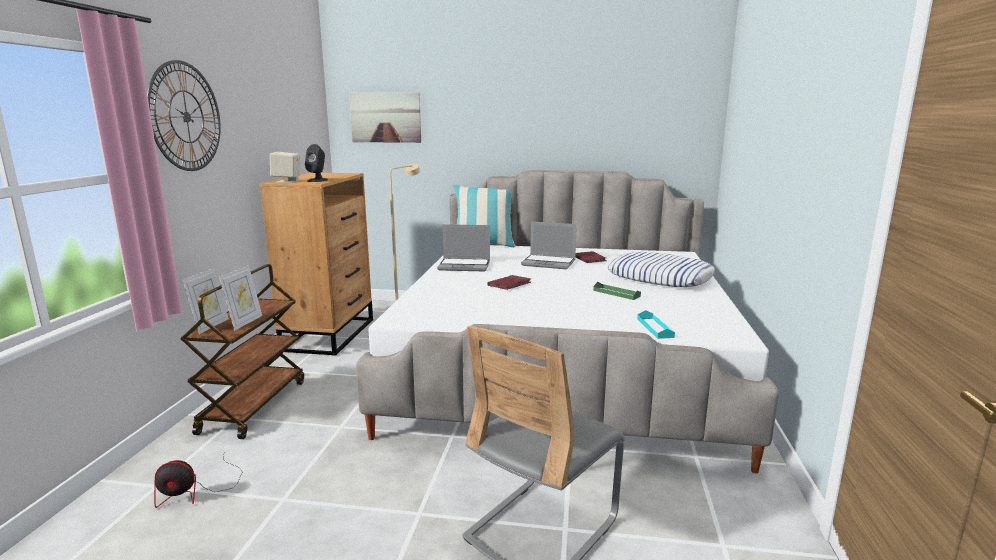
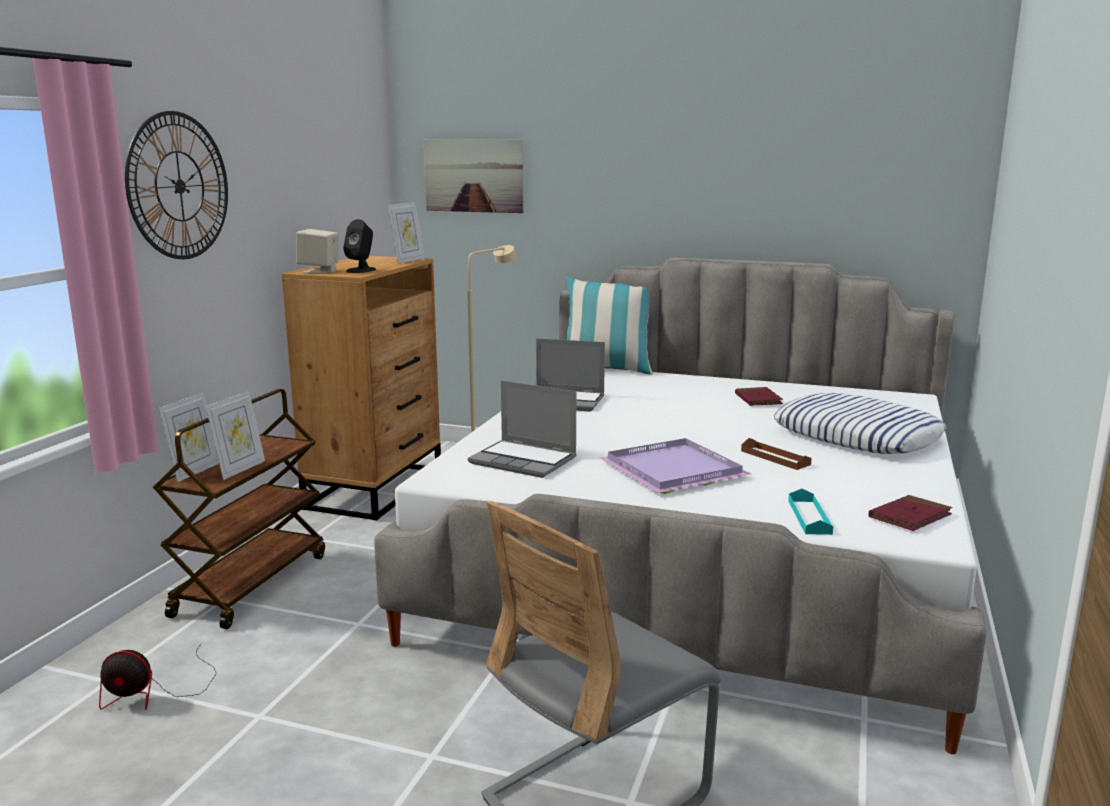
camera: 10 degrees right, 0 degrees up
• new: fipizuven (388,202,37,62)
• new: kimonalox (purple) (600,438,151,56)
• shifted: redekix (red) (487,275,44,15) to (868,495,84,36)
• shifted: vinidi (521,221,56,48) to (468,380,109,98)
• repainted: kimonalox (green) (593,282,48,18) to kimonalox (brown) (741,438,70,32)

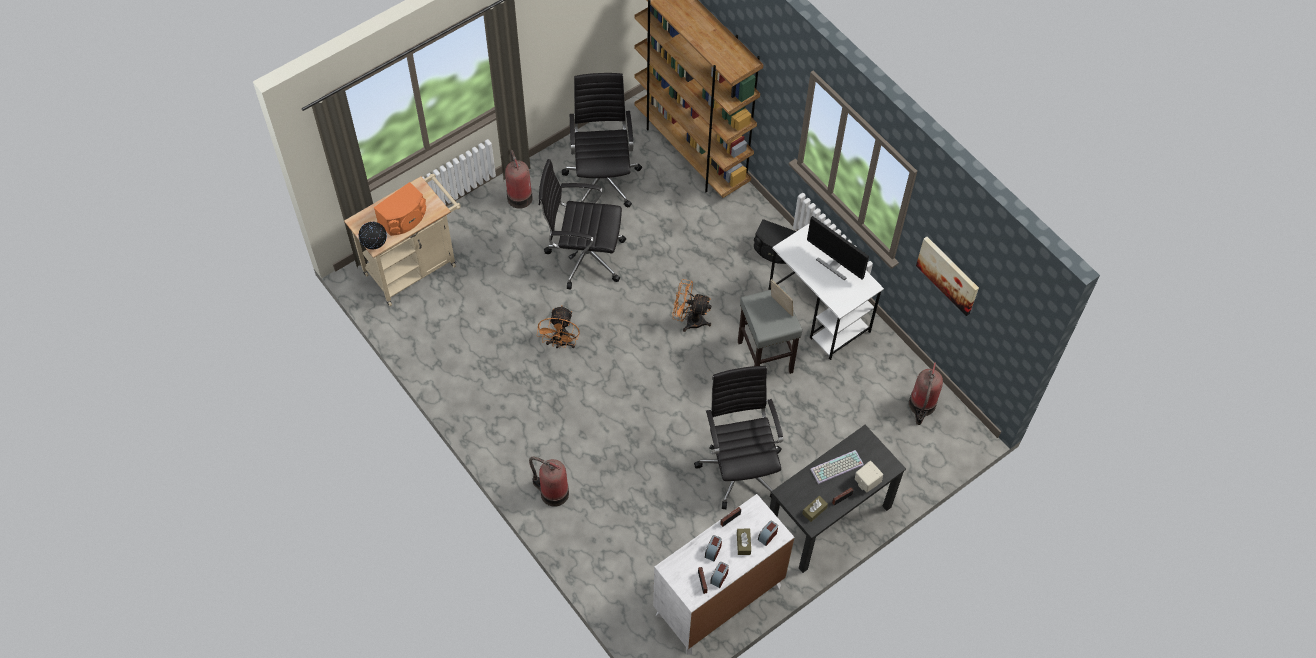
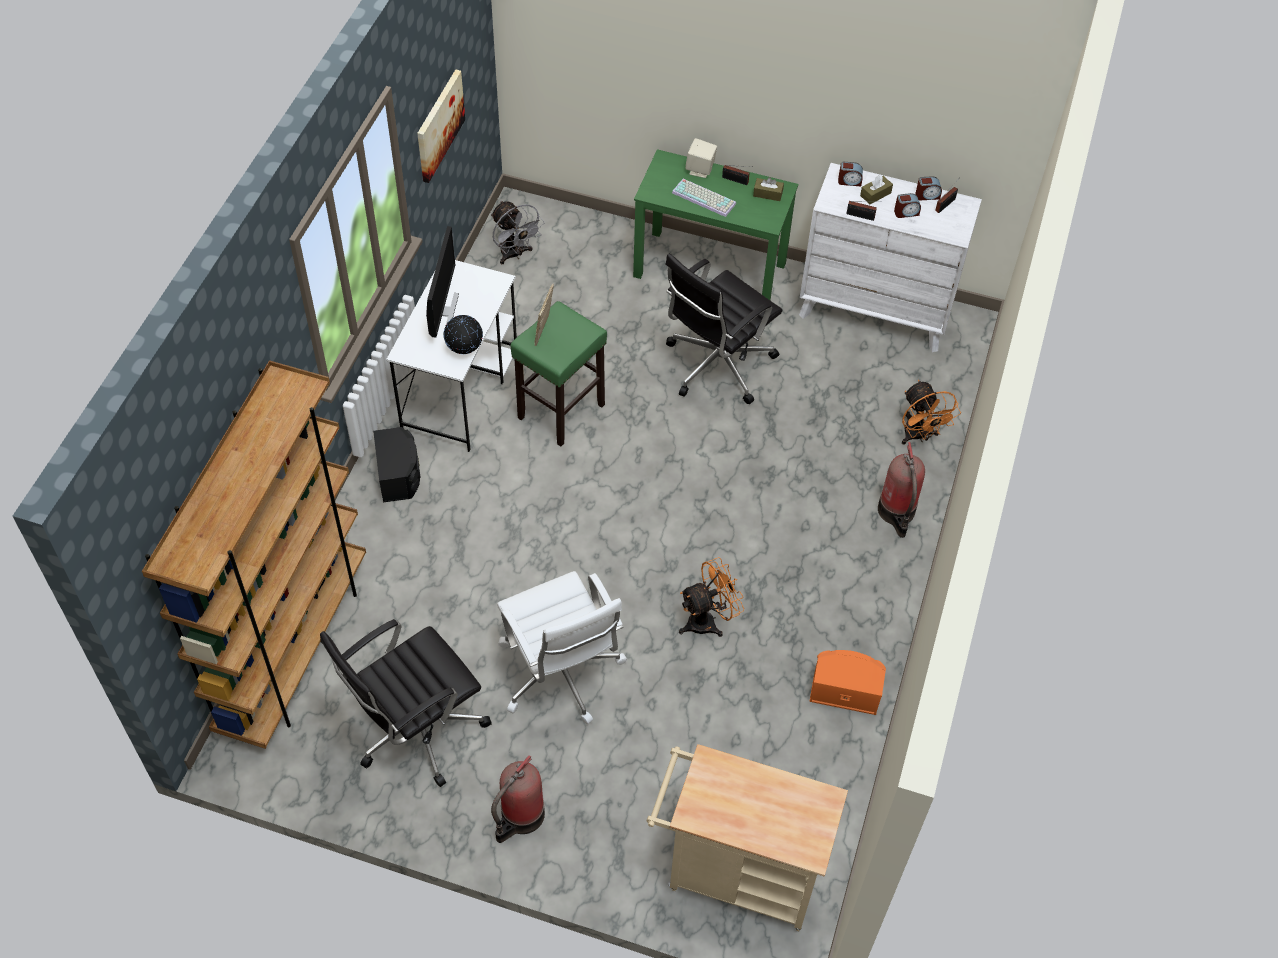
camera: 125 degrees left, 5 degrees down
• shifted: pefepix (359,222,28,27) to (443,315,40,39)
• shifted: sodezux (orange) (374,182,52,54) to (809,650,77,65)
• shifted: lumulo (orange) (672,279,40,53) to (902,380,59,65)
• swapped: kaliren (909,362,34,63) to lumulo (grey) (491,201,54,63)
• repainted: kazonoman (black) (539,159,87,130) to kazonoman (white) (497,571,130,154)
• repainted: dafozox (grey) (738,286,64,88) to dafozox (green) (511,301,96,145)
• repainted: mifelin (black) (770,425,136,148) to mifelin (green) (633,149,165,152)

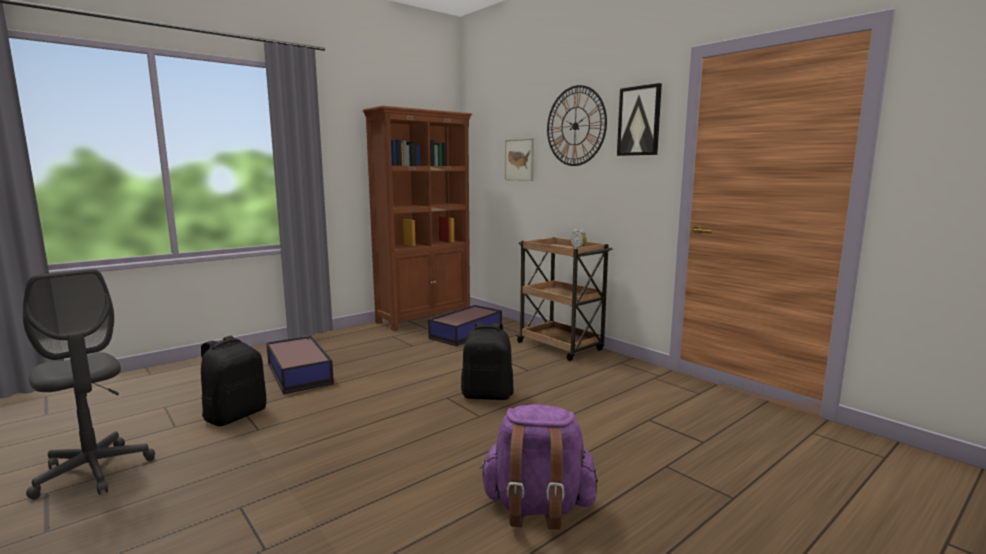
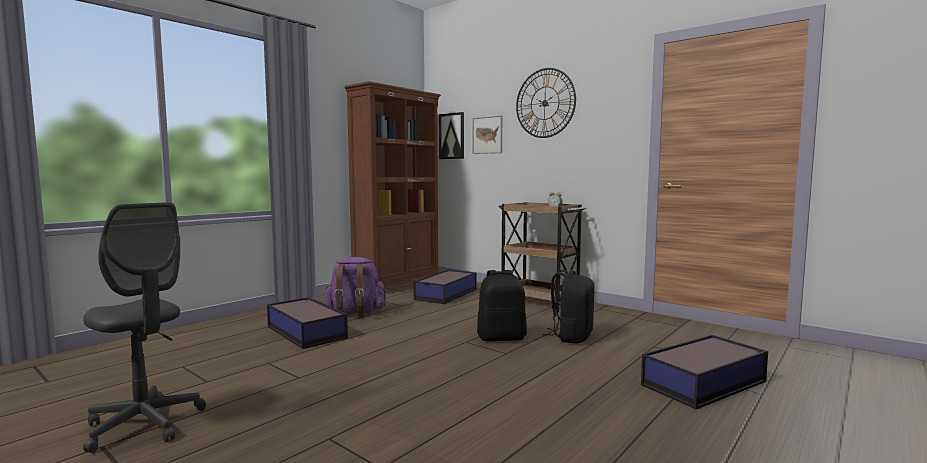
camera: 10 degrees left, 5 degrees down
• new: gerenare (641,335,127,74)
• shifted: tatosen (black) (201,336,65,90) to (542,269,52,75)
• shifted: tatosen (purple) (480,404,118,126) to (323,257,63,60)
• shifted: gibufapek (617,83,45,73) to (439,112,25,47)

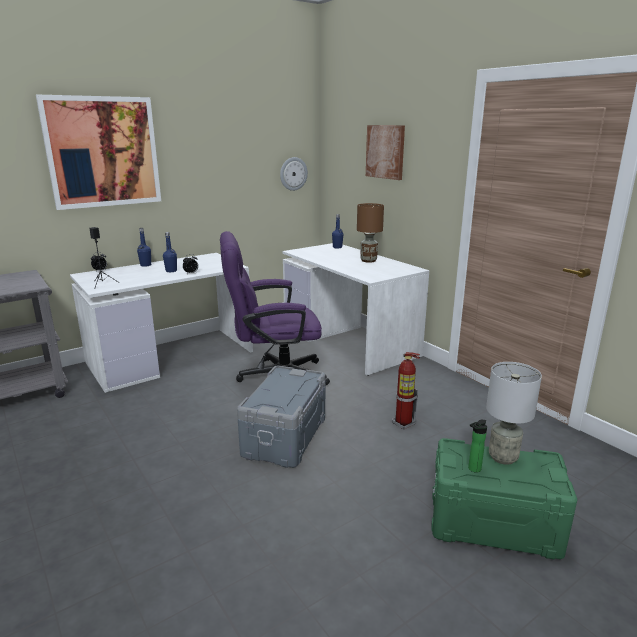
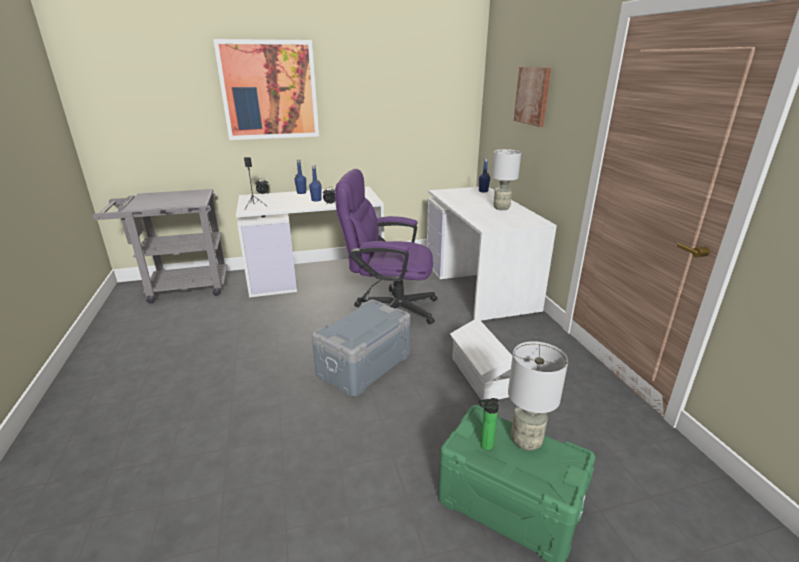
camera: 20 degrees right, 5 degrees up
• gone: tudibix (280,157,28,34)
• swapped: kaliren (392,352,28,77) to gerenare (white) (450,318,62,85)
• repainted: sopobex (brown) (357,203,27,60) to sopobex (grey) (491,149,30,61)

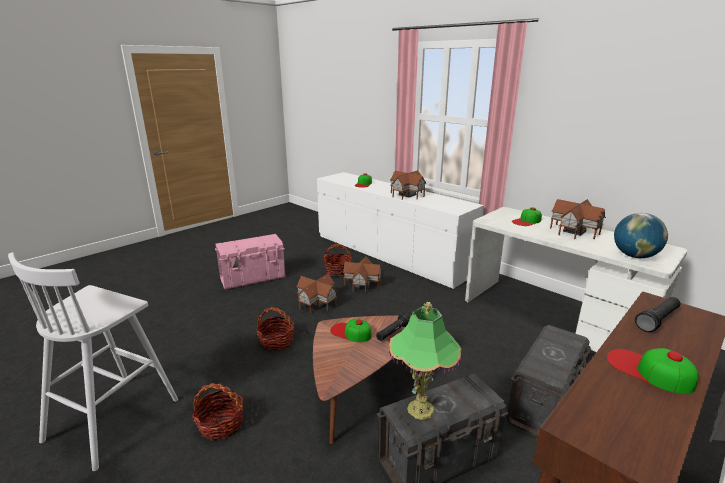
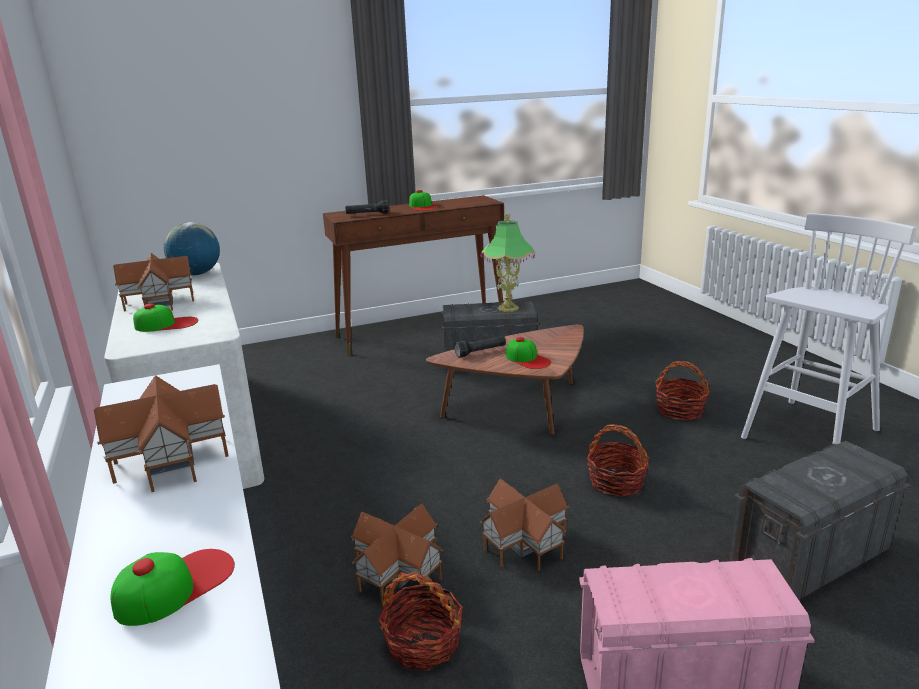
camera: 155 degrees left, 0 degrees up
• shifted: gerenare (grey) (507,325,84,112) to (729,441,181,159)

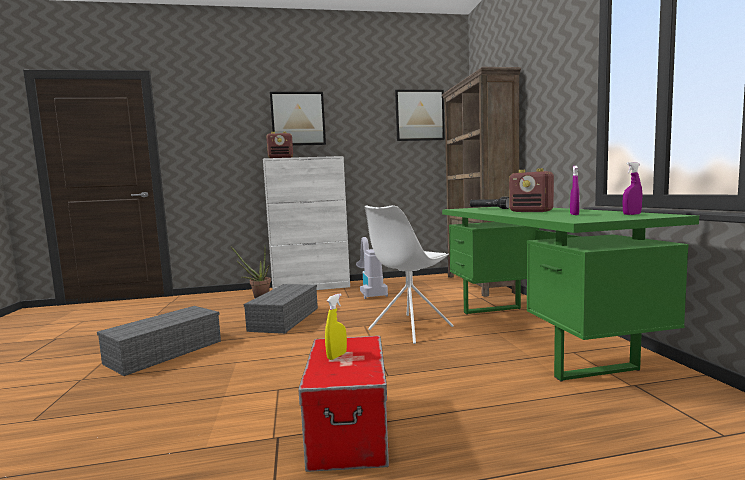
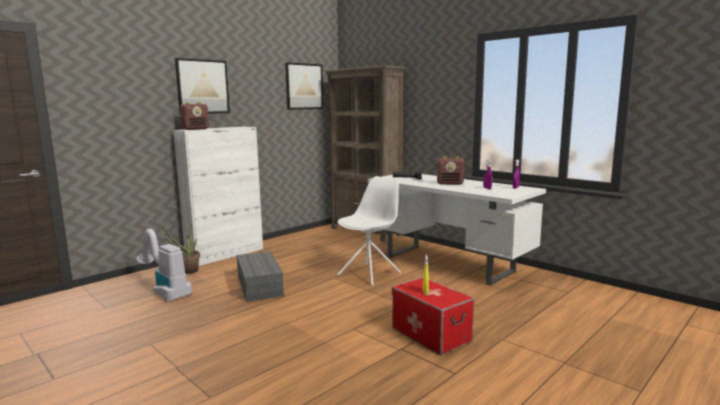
camera: 35 degrees left, 5 degrees up
• gone: gerenare (grey) (97,306,124,70)
• shifted: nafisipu (356,237,32,62) to (137,229,55,73)
• repainted: mifelin (green) (442,207,257,174) to mifelin (white) (368,174,178,112)
• rotated: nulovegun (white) (365,205,89,139) = (337,176,64,110) 150 degrees counterclockwise

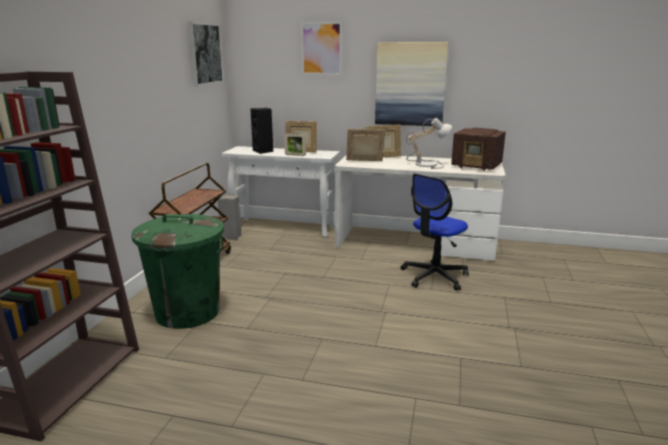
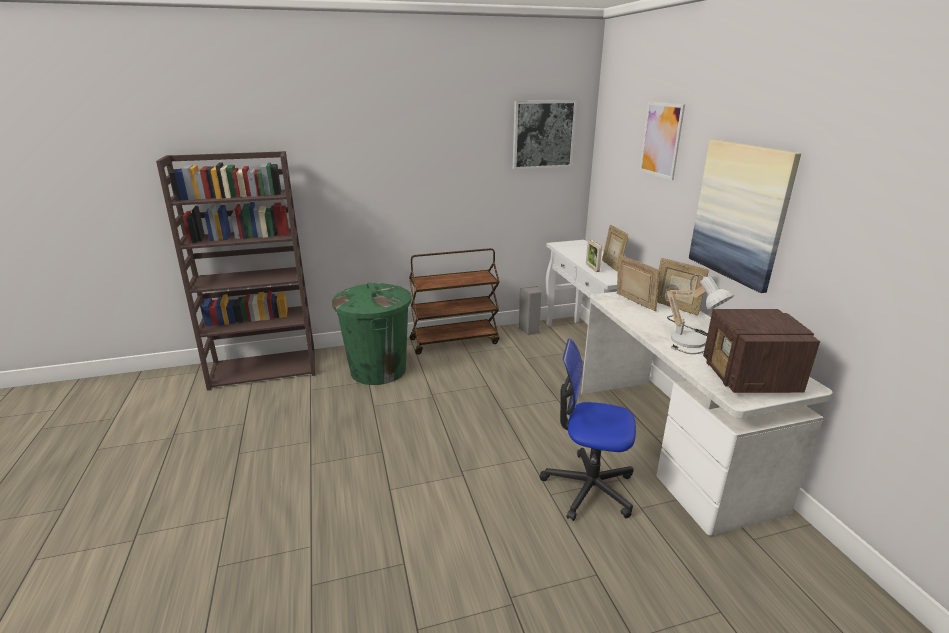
camera: 60 degrees right, 5 degrees up
• gone: sodezux (black) (250,108,23,46)

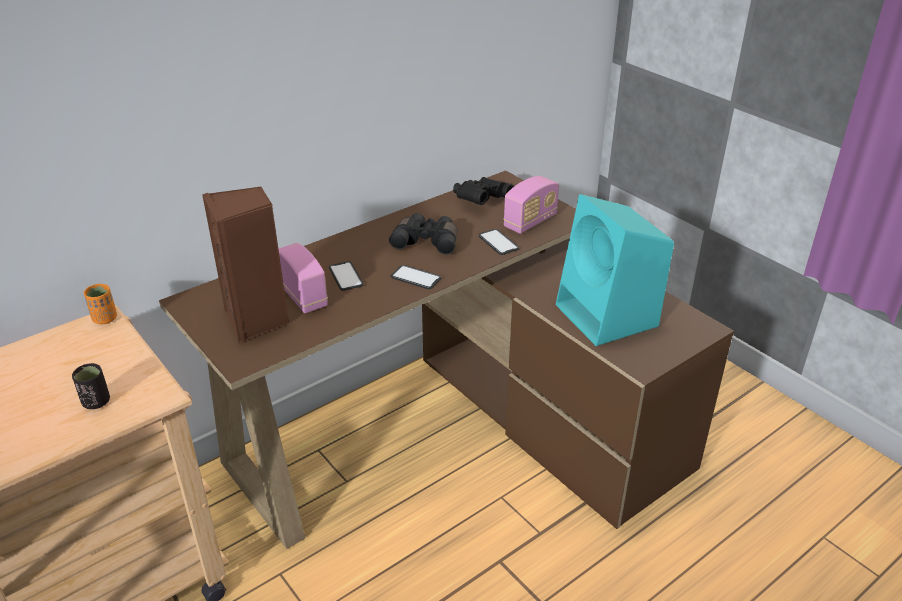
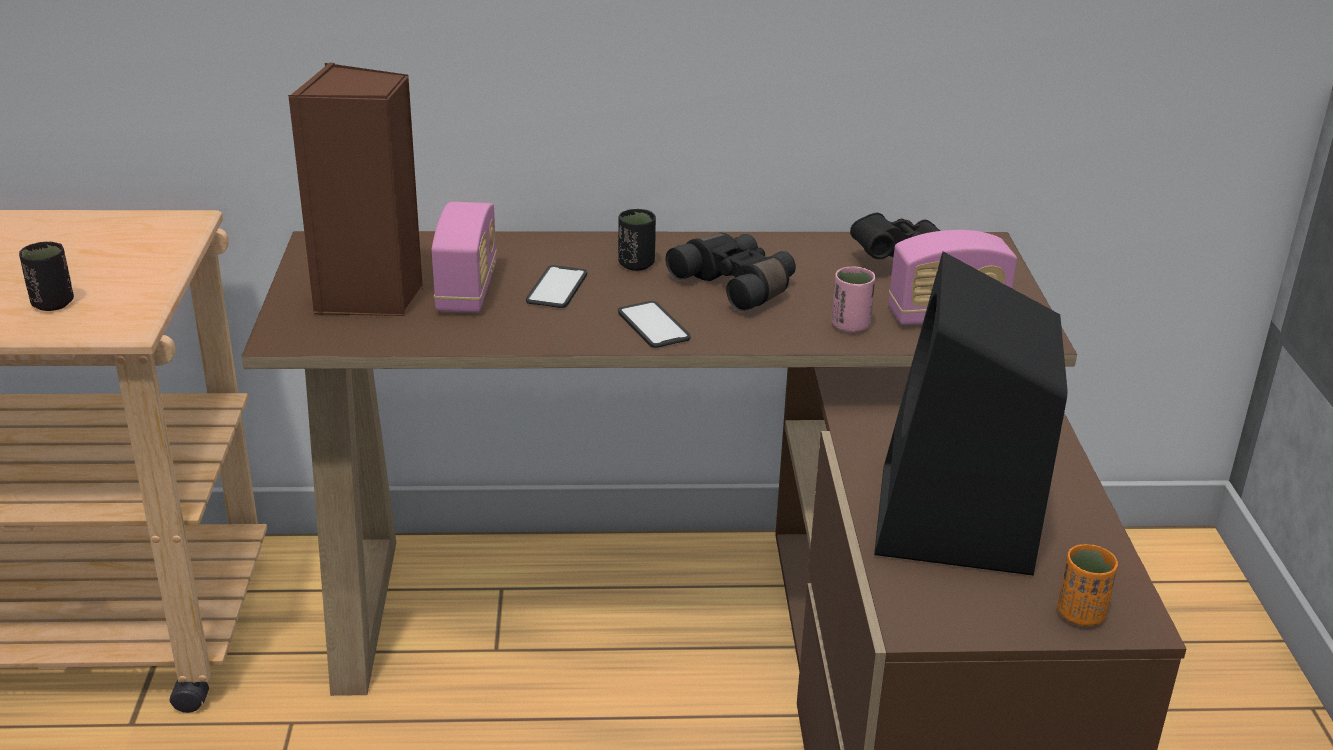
camera: 35 degrees right, 5 degrees down
• new: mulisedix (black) (618,209,38,62)
• shifted: mulisedix (orange) (84,284,33,40) to (1057,544,61,82)
• swapped: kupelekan (479,229,40,26) to mulisedix (pink) (832,266,43,67)
• repainted: sodezux (turquoise) (556,194,118,152) to sodezux (black) (874,252,194,324)

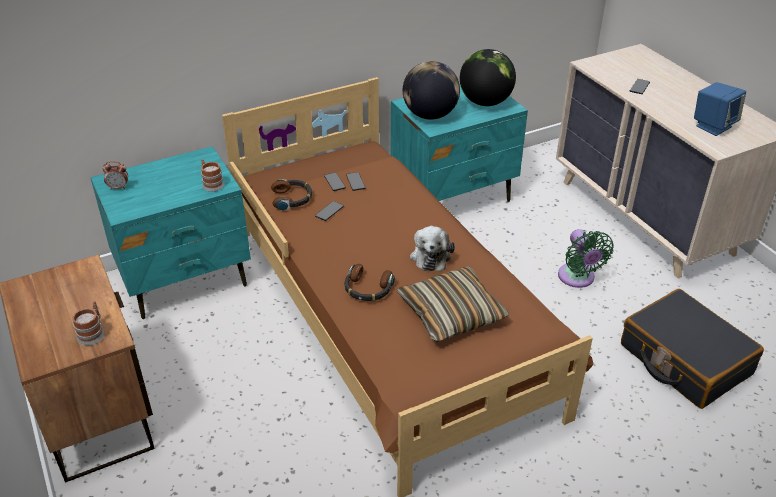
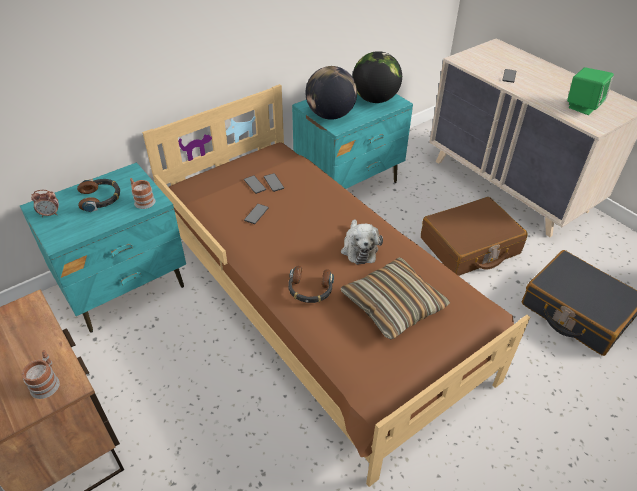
camera: 10 degrees left, 5 degrees up
• shifted: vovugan (271,179,41,32) to (77,179,43,33)
• swapped: lumulo (green) (558,229,56,59) to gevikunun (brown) (421,197,107,79)
• repainted: sodezux (blue) (694,82,52,54) to sodezux (green) (567,67,47,48)

